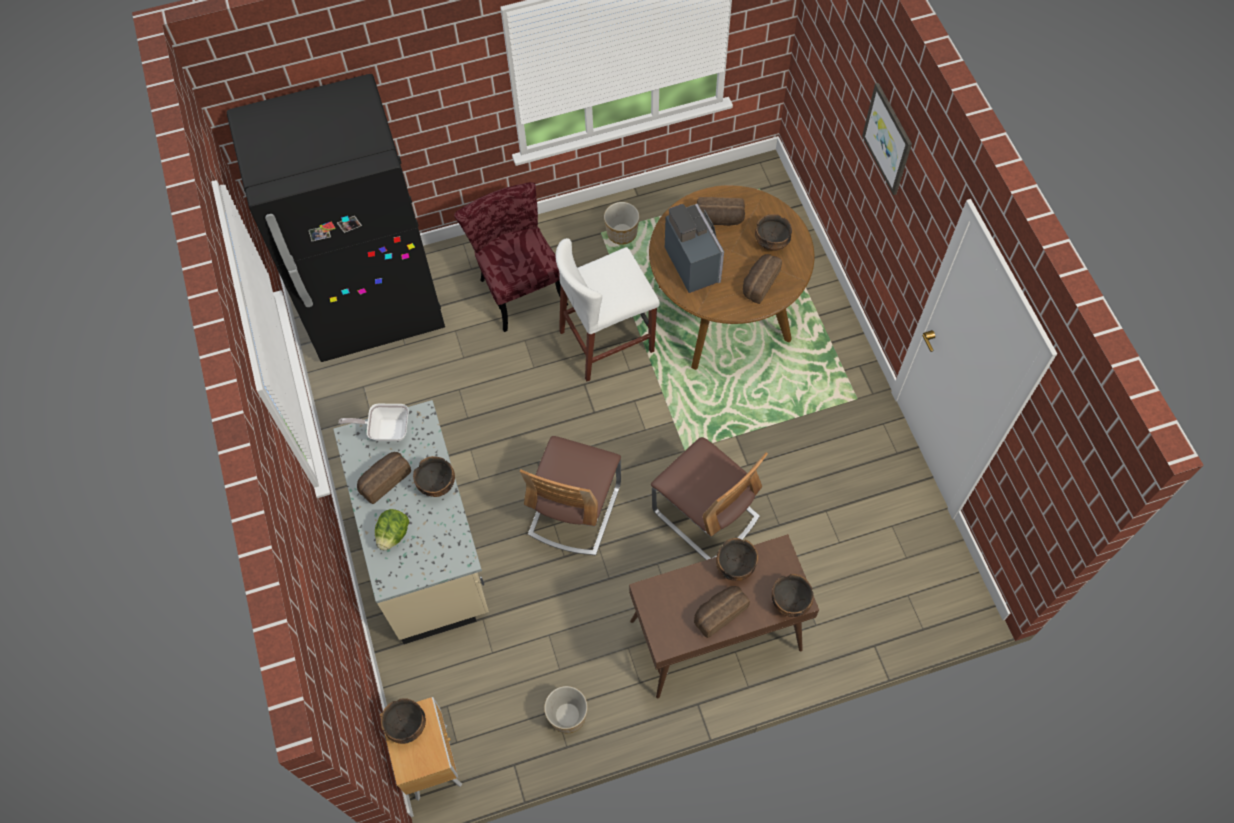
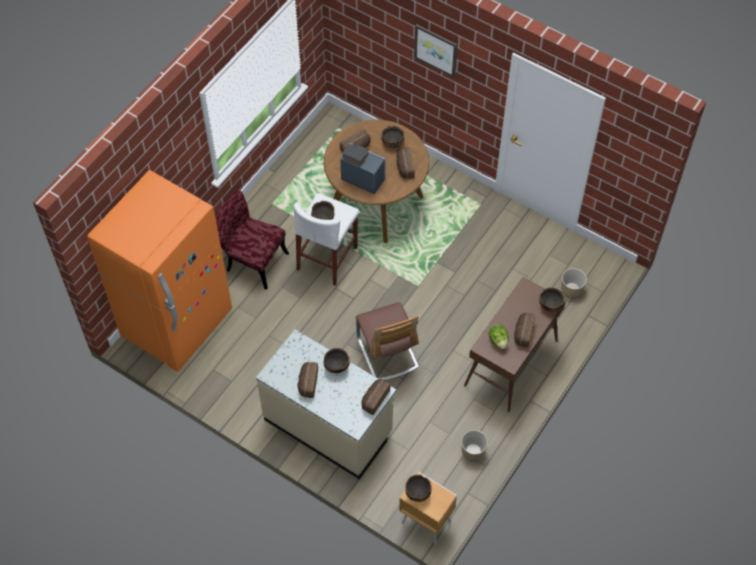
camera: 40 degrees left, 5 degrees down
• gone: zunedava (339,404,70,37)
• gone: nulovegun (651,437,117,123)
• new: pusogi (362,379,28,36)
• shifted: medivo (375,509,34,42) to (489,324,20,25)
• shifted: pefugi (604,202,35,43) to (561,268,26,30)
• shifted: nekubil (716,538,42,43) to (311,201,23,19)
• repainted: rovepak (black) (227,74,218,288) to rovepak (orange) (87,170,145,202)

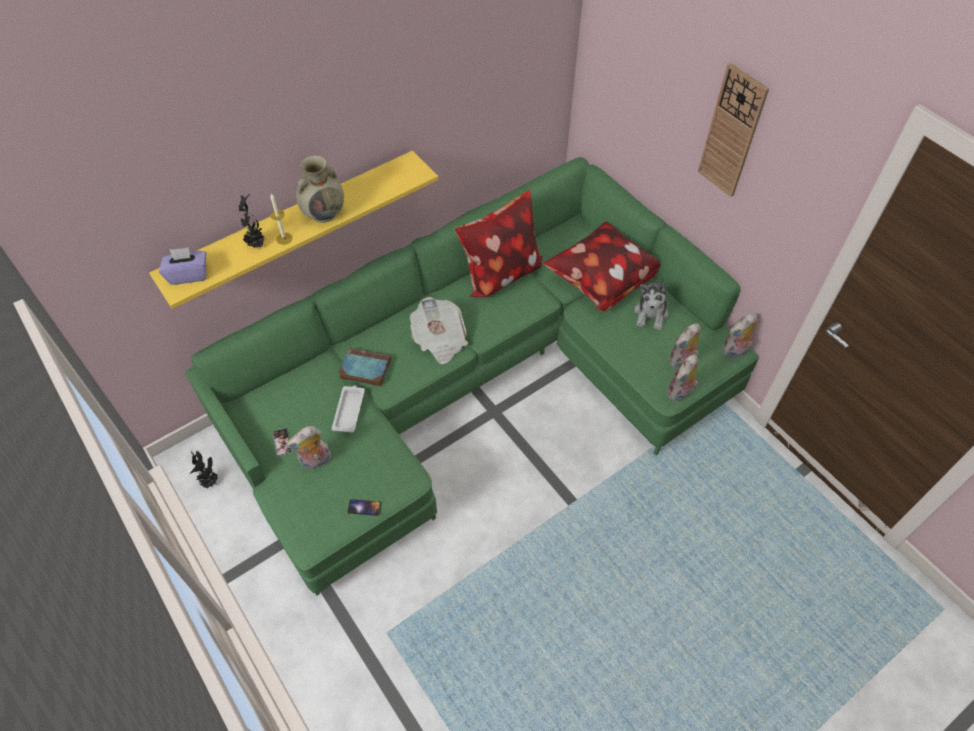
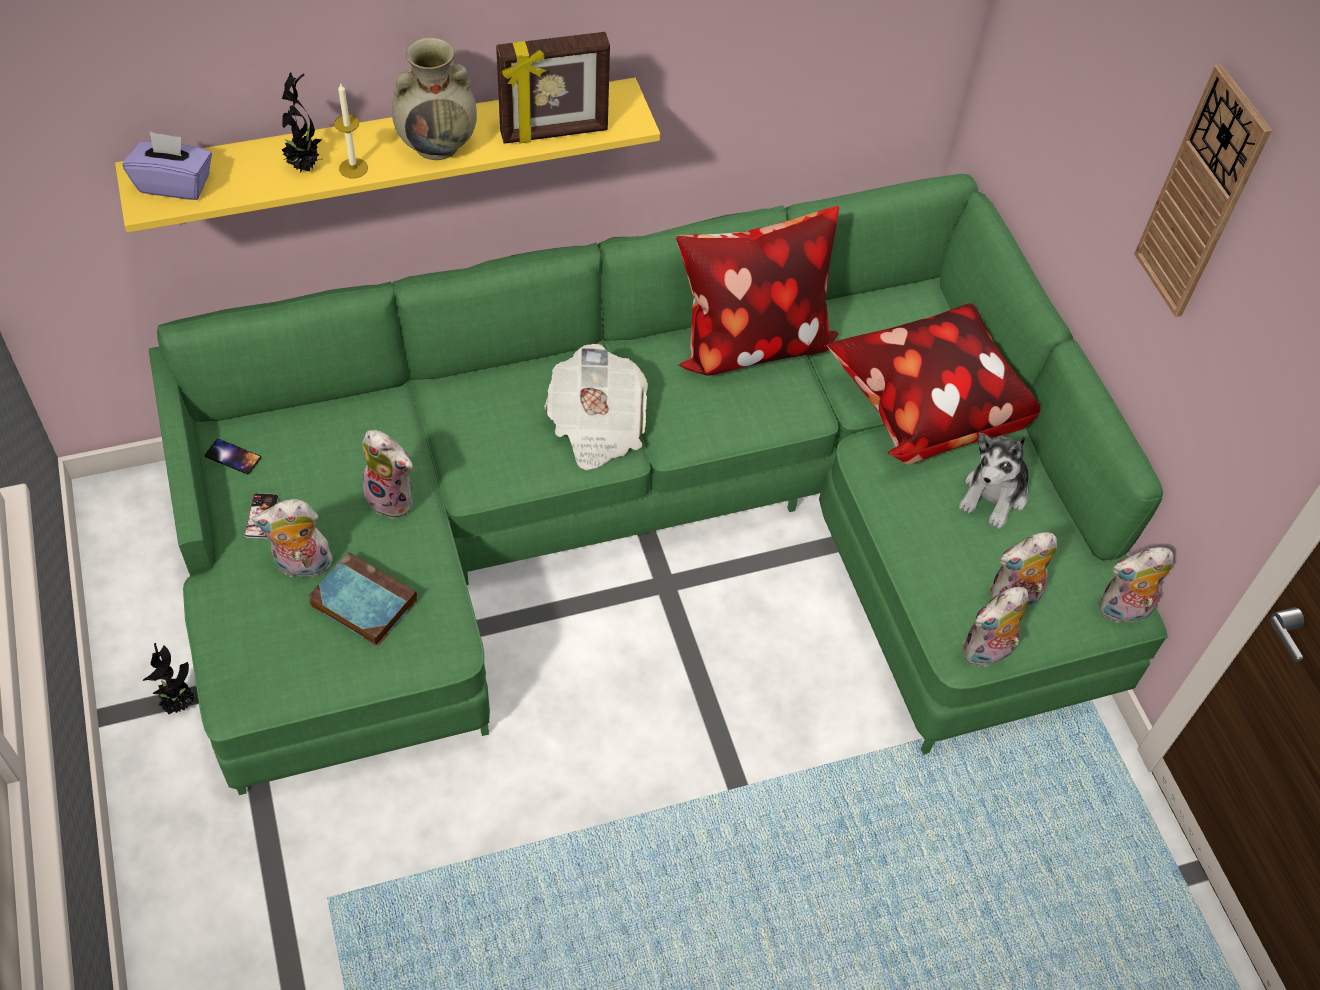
camera: 15 degrees right, 0 degrees up
• new: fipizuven (496,32,114,112)
• shifted: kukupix (190,451,28,37) to (143,643,51,71)
• shifted: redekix (339,348,52,39) to (308,552,109,95)
• shifted: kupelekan (348,499,33,17) to (204,439,57,35)
• swapped: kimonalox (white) (332,385,33,48) to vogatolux (363,430,50,89)

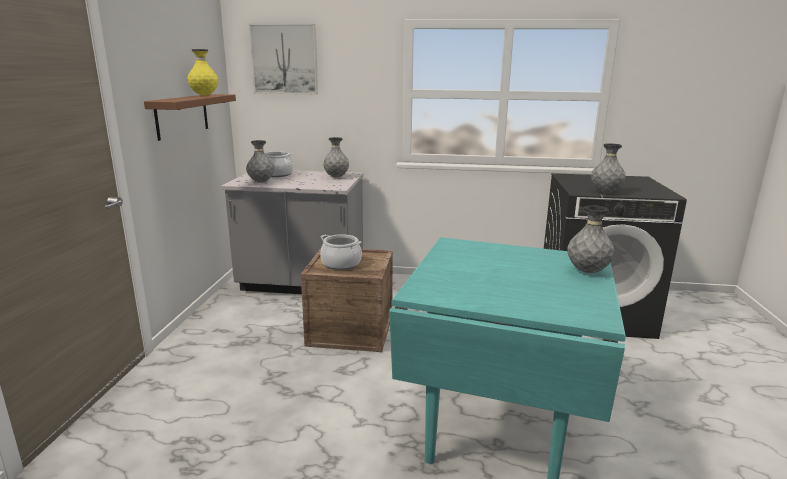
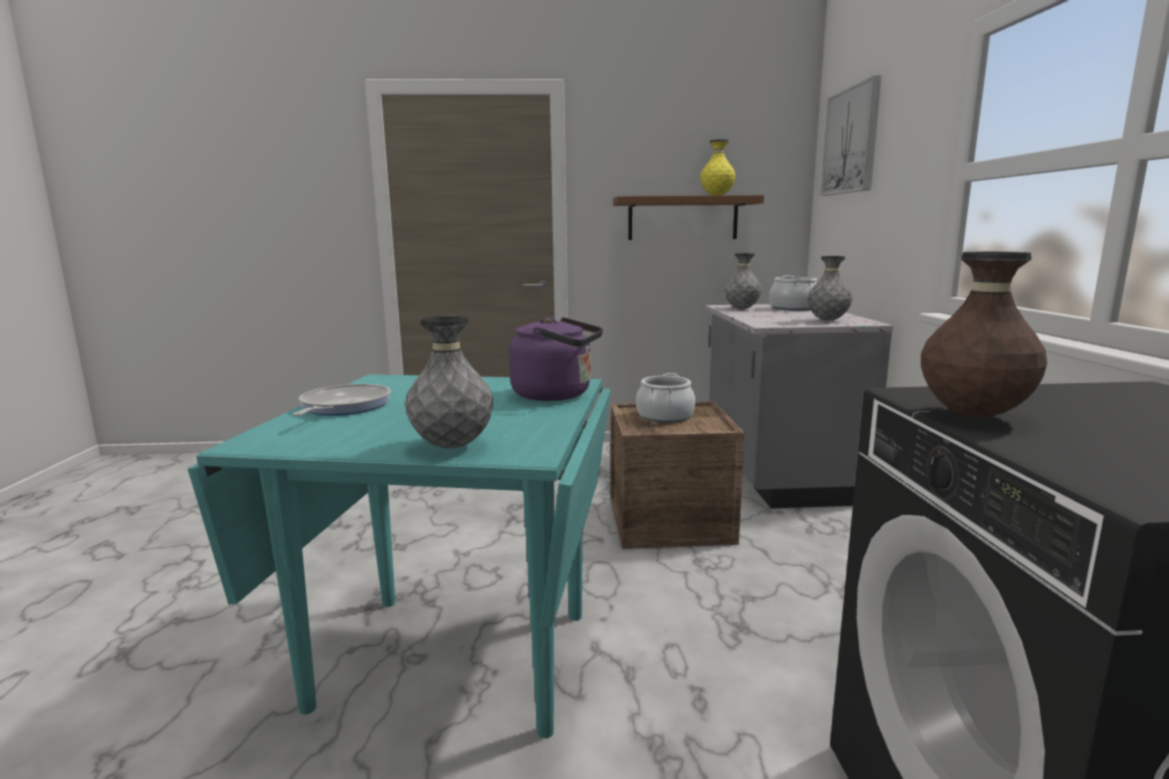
camera: 80 degrees right, 5 degrees down
• new: zunedava (293,384,98,32)
• new: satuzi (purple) (509,317,94,84)
• repainted: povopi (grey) (591,143,35,50) to povopi (brown) (921,251,126,166)

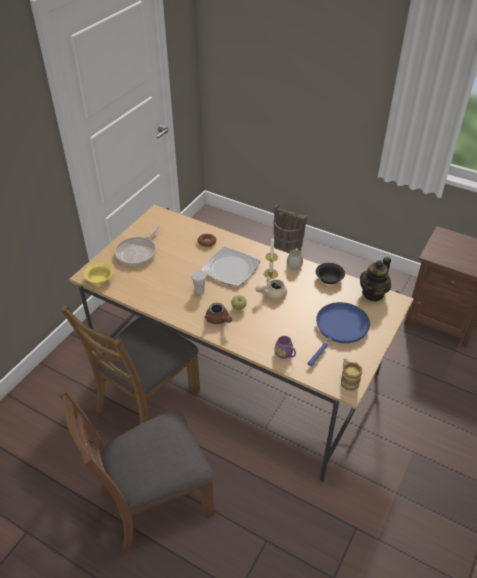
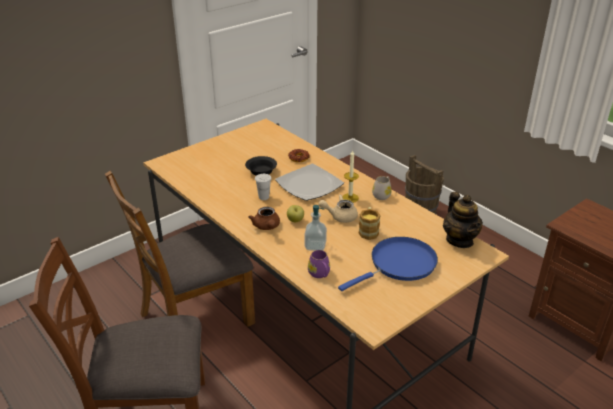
camera: 20 degrees right, 10 degrees down
• gone: nekubil (yellow) (84,263,29,22)
• gone: zunedava (115,225,45,41)
• new: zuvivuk (305,205,22,46)
• shifted: nekubil (black) (316,263,29,21) to (245,156,32,20)
• shifted: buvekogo (341,358,21,33) to (359,207,22,33)
• rotated: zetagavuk (360,257,31,45) = (443,192,40,56) 75 degrees counterclockwise

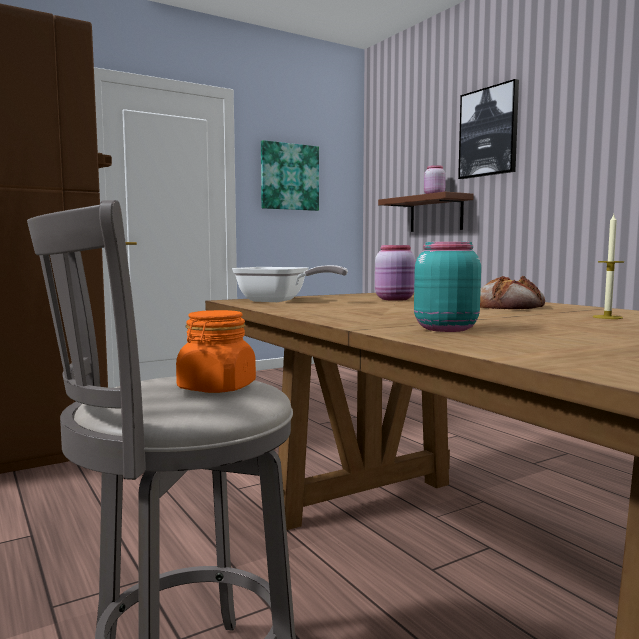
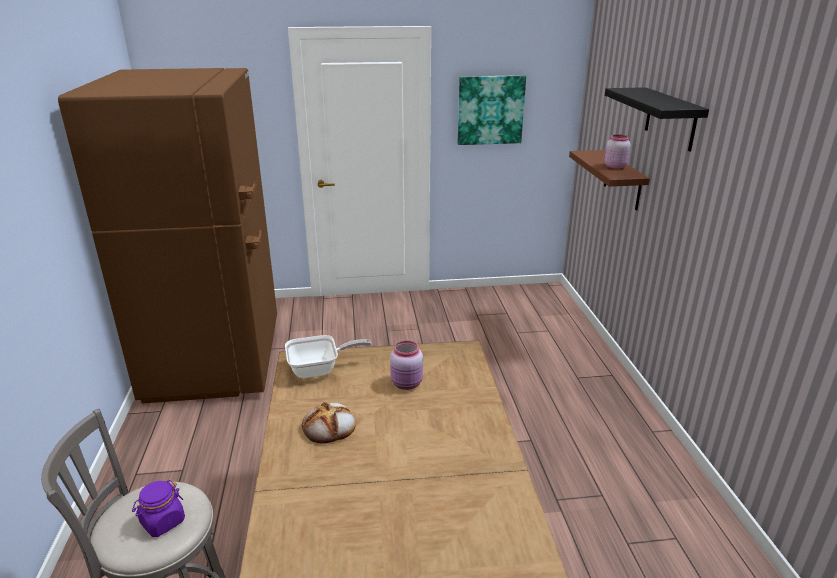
camera: 25 degrees right, 20 degrees up
• gone: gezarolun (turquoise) (414,242,67,90)
• gone: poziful (593,215,31,104)
• shifted: pusogi (480,276,65,33) to (302,402,54,42)
• swapped: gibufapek (458,79,61,100) to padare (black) (605,87,104,64)
• repainted: gezarolun (orange) (176,310,80,83) to gezarolun (purple) (132,480,53,57)
• rotated: zunedava (232,265,116,37) = (285,335,87,43) 60 degrees counterclockwise

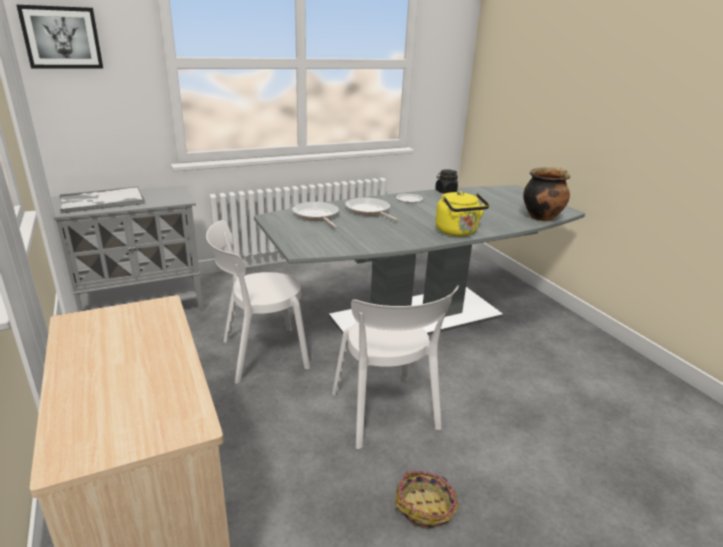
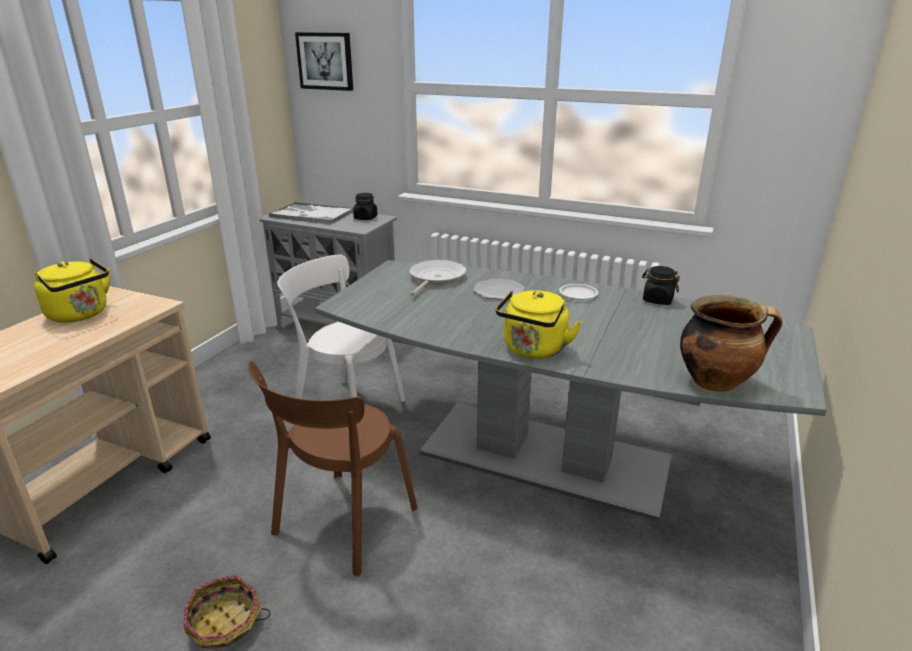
camera: 50 degrees right, 0 degrees up
• new: satuzi (yellow) (34,258,76,65)
• new: gezarolun (black) (353,193,25,27)
• swapped: zunedava (345,197,55,24) to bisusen (473,279,52,21)
• repainted: nulovegun (white) (332,285,127,164) to nulovegun (brown) (248,361,170,216)

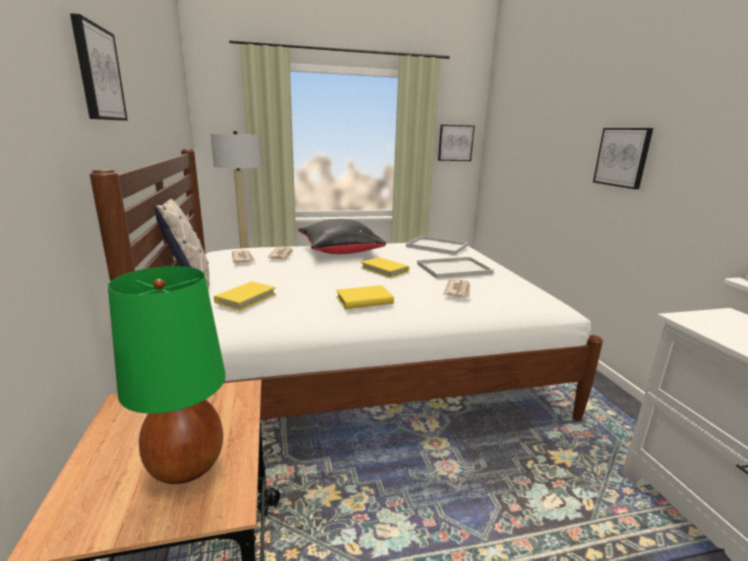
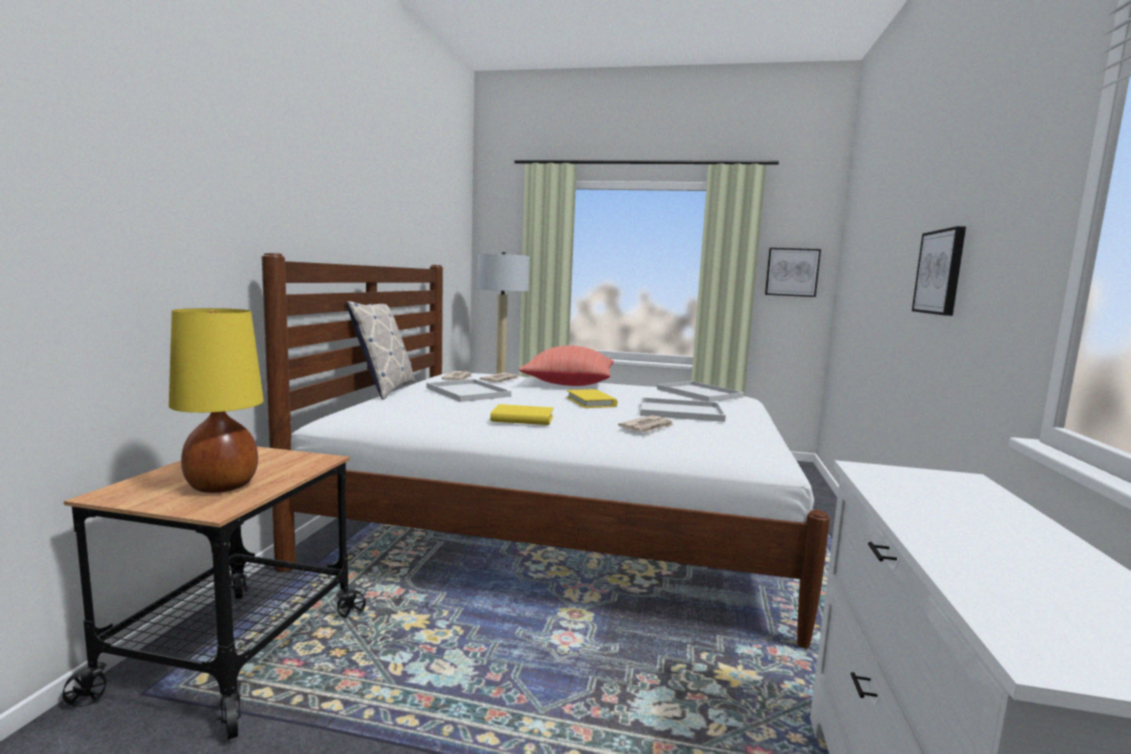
camera: 25 degrees right, 10 degrees down
• gone: gibufapek (70,13,58,108)
• gone: redekix (yellow) (214,281,62,30)
• new: kimonalox (white) (427,379,84,23)
• repainted: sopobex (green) (108,266,118,218) to sopobex (yellow) (169,308,95,185)
• repainted: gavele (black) (298,219,88,35) to gavele (red) (519,345,95,41)

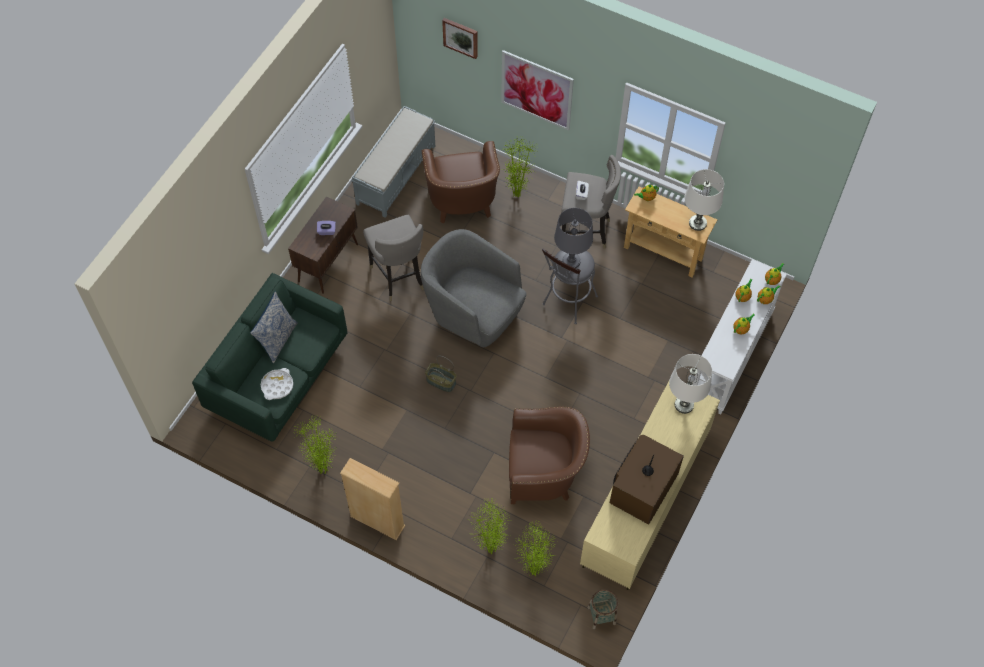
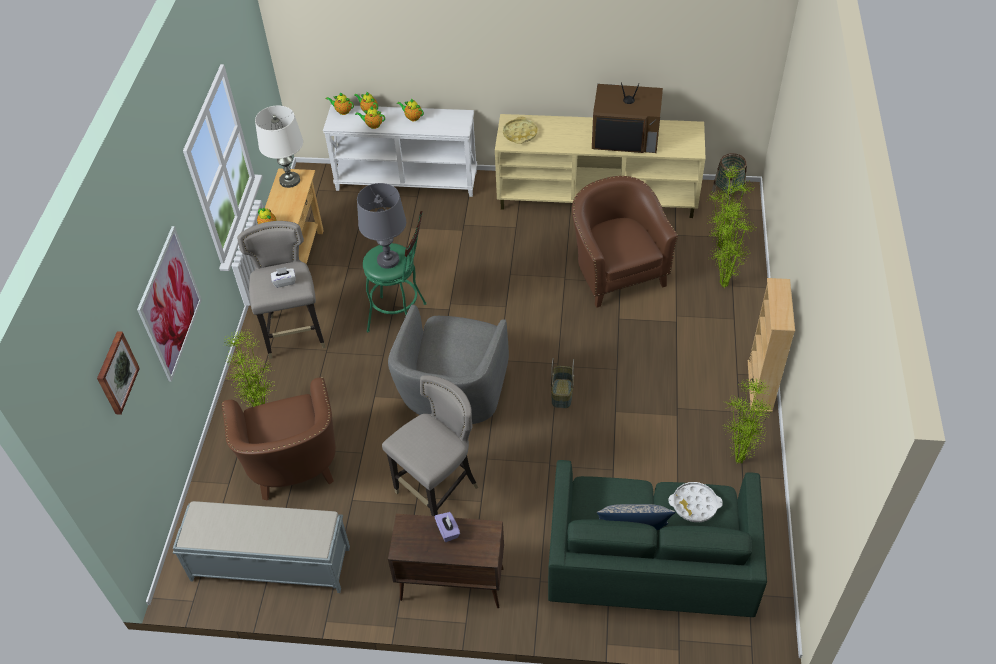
camera: 110 degrees left, 10 degrees down
• swapped: sopobex (white) (669,354,43,60) to kimonalox (yellow) (503,116,35,28)
• repainted: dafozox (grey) (542,248,56,76) to dafozox (green) (363,211,64,121)
• rotated: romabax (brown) (422,141,78,82) = (222,377,114,124) 105 degrees clockwise

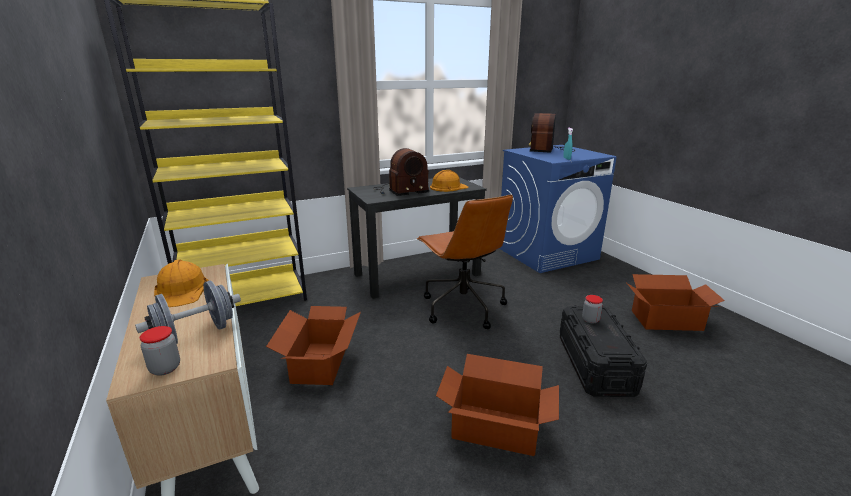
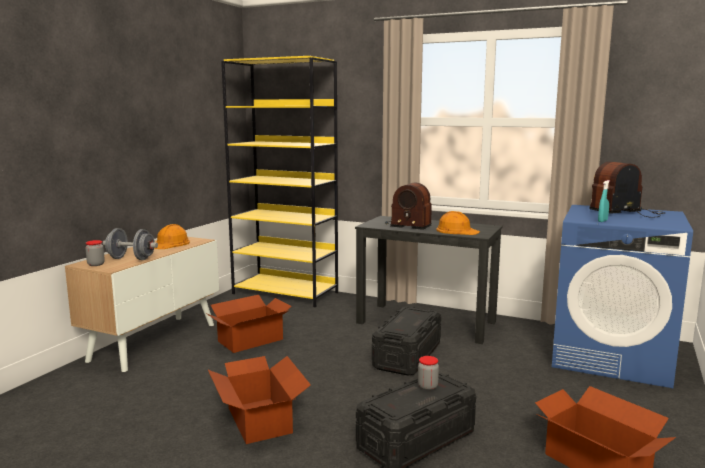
camera: 50 degrees right, 10 degrees down
• swapped: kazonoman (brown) (417,195,96,134) to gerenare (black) (372,307,69,69)

